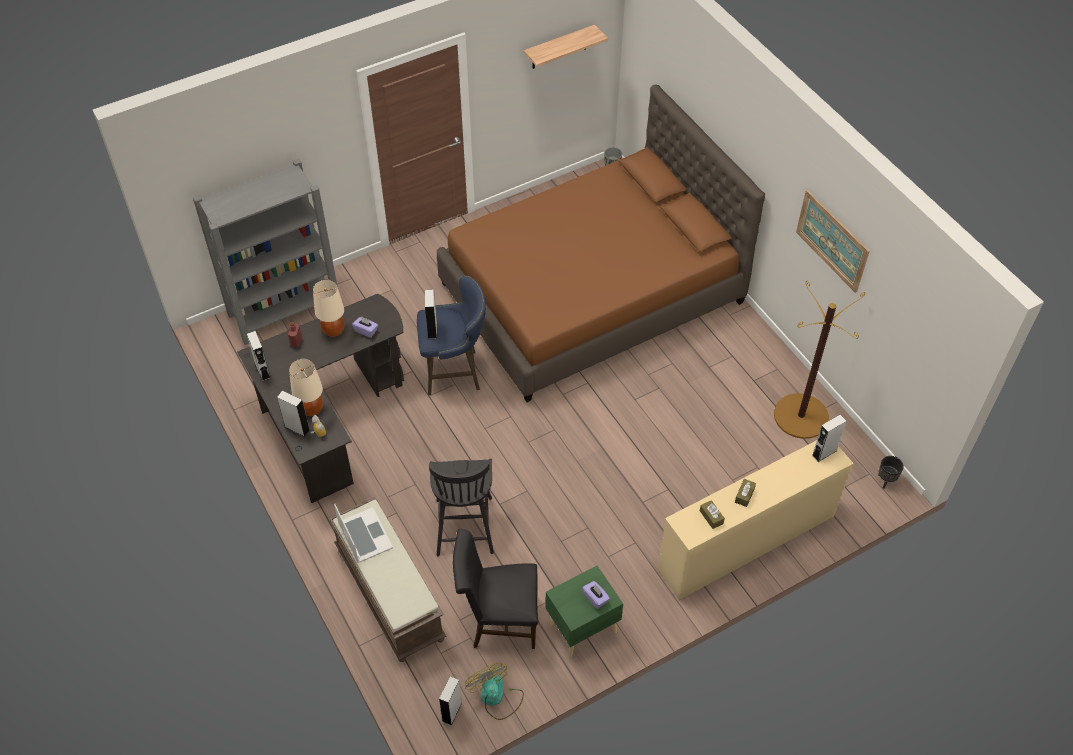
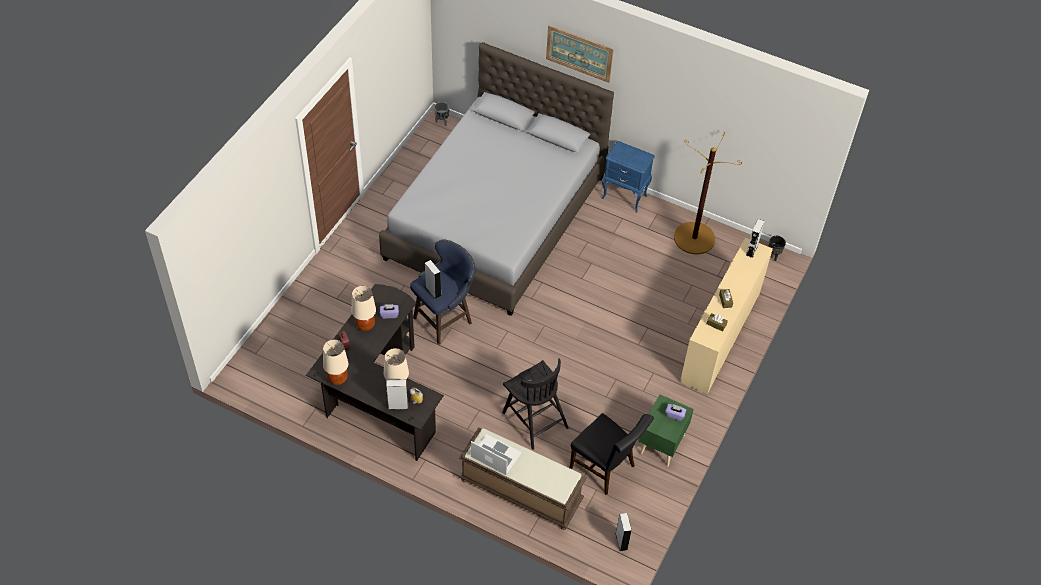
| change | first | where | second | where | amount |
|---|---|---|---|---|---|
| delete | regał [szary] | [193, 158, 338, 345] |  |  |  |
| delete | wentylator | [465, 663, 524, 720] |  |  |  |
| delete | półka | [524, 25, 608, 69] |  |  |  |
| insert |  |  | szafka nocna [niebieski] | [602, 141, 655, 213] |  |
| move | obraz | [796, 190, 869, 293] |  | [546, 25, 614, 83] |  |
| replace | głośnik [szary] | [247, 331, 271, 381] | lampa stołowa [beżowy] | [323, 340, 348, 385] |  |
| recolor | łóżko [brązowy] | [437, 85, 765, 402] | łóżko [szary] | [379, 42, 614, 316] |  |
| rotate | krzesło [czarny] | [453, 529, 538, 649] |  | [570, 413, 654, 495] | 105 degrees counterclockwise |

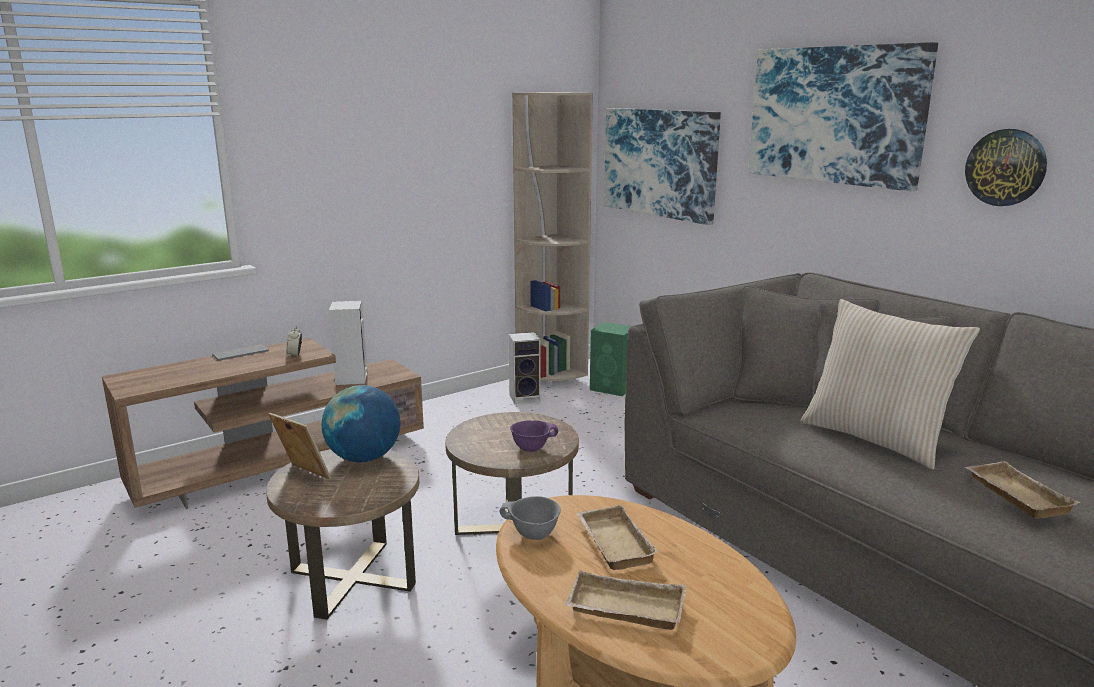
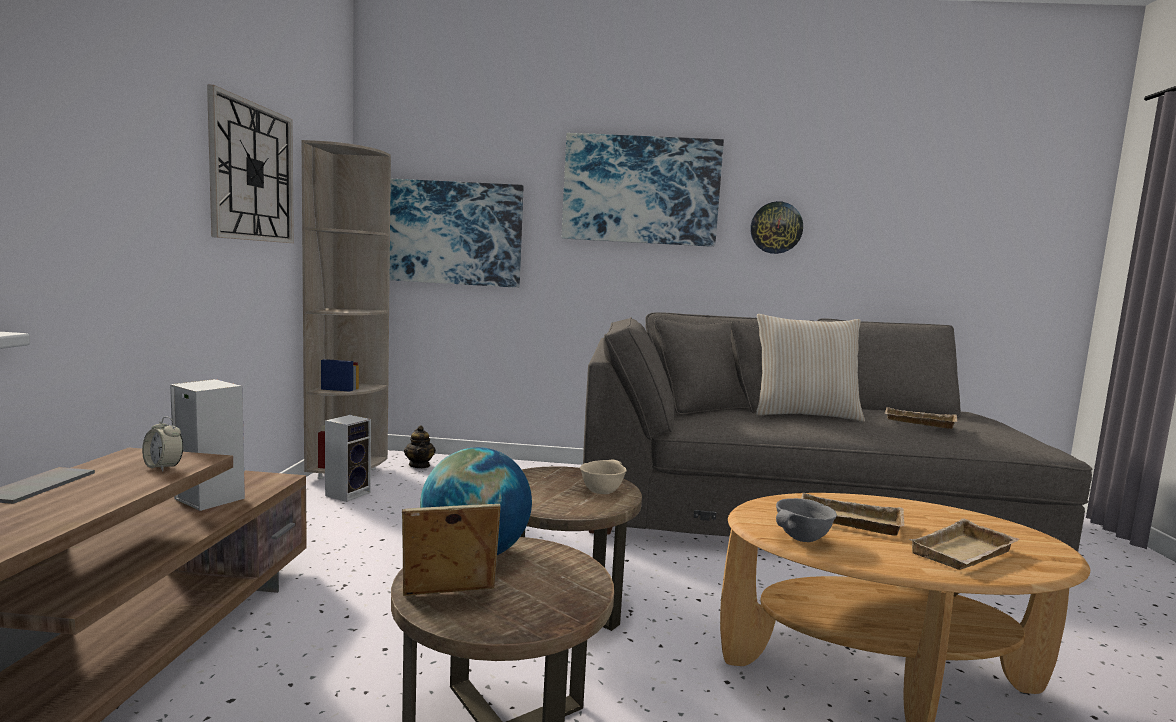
| change | first | where | second | where | amount |
|---|---|---|---|---|---|
| insert |  |  | zegar ścienny | [207, 85, 294, 243] |  |
| replace | głośnik [zielony] | [590, 322, 631, 396] | imbryk | [404, 426, 436, 468] |  |
| recolor | miska [fioletowy] | [510, 420, 558, 452] | miska [beżowy] | [580, 459, 627, 494] |  |

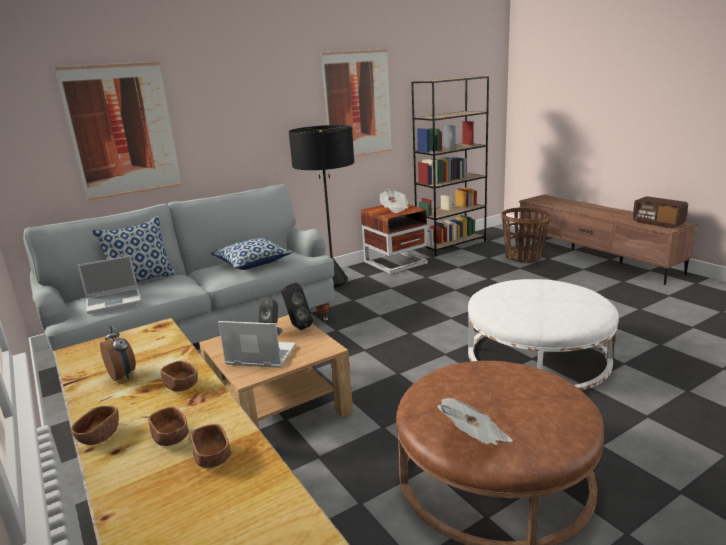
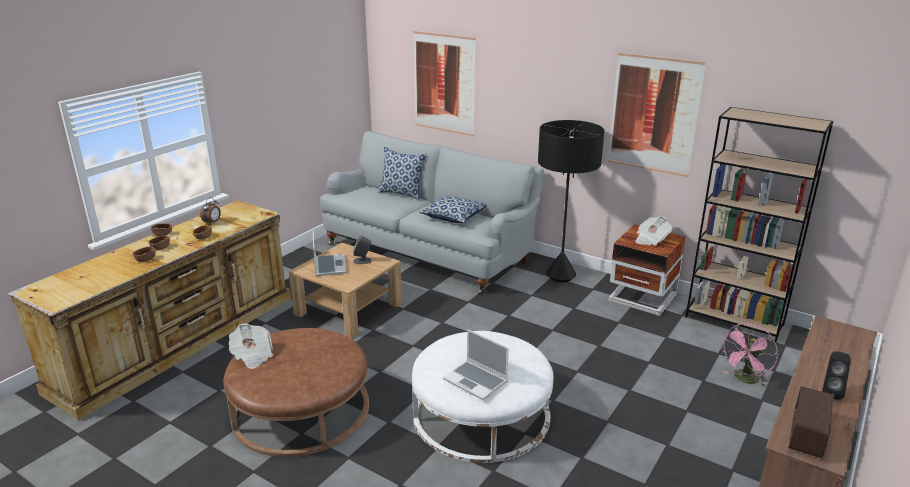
| change | first | where | second | where | amount |
|---|---|---|---|---|---|
| move | laptop | [77, 255, 141, 314] |  | [443, 329, 509, 400] |  |
| move | głośnik [czarny] | [281, 283, 313, 330] |  | [822, 351, 851, 400] |  |
| replace | koszyk | [501, 207, 551, 263] | wentylator [różowy] | [720, 323, 778, 387] |  |

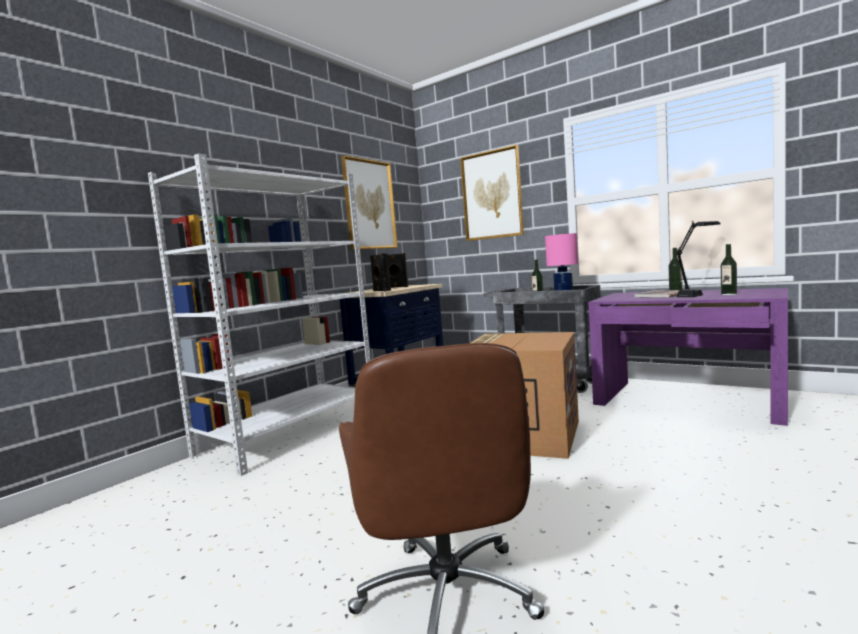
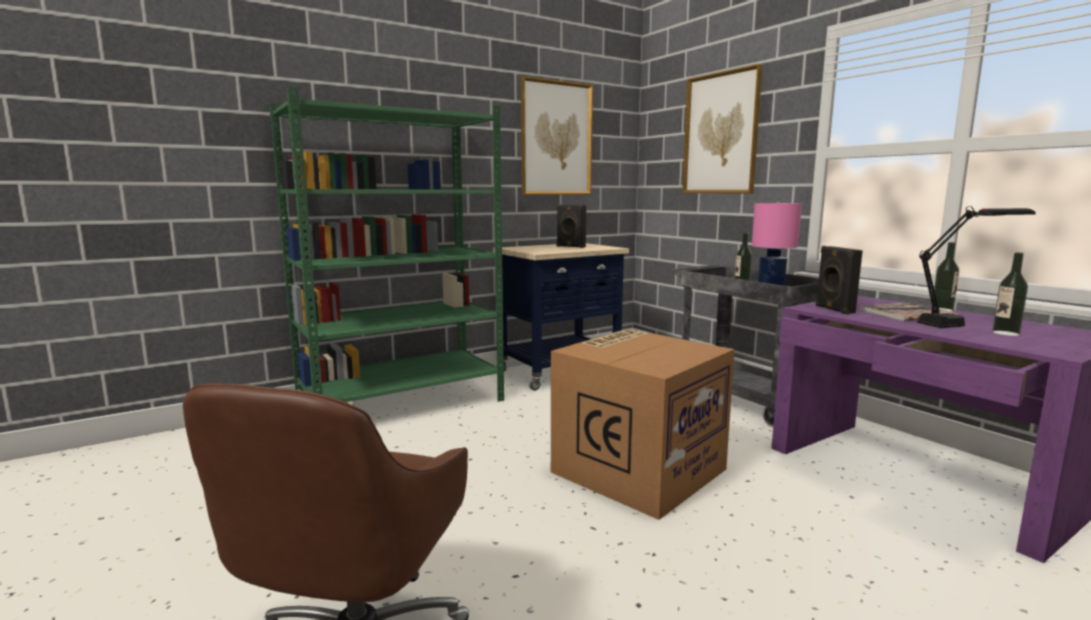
| change | first | where | second | where | amount |
|---|---|---|---|---|---|
| move | głośnik [czarny] | [370, 253, 391, 291] |  | [816, 246, 863, 314] |  |
| recolor | regał [biały] | [148, 154, 371, 476] | regał [zielony] | [269, 87, 504, 402] |  |

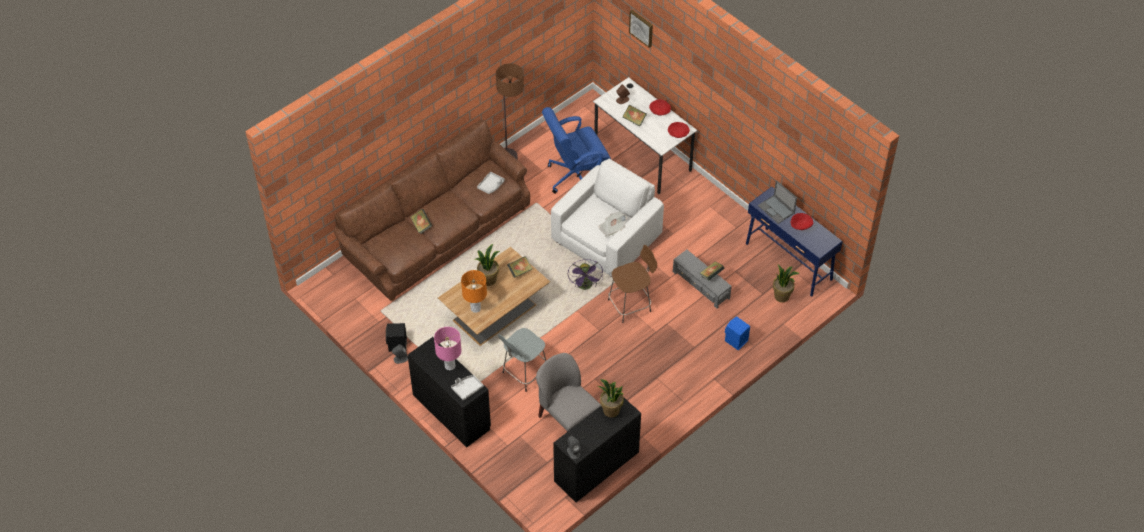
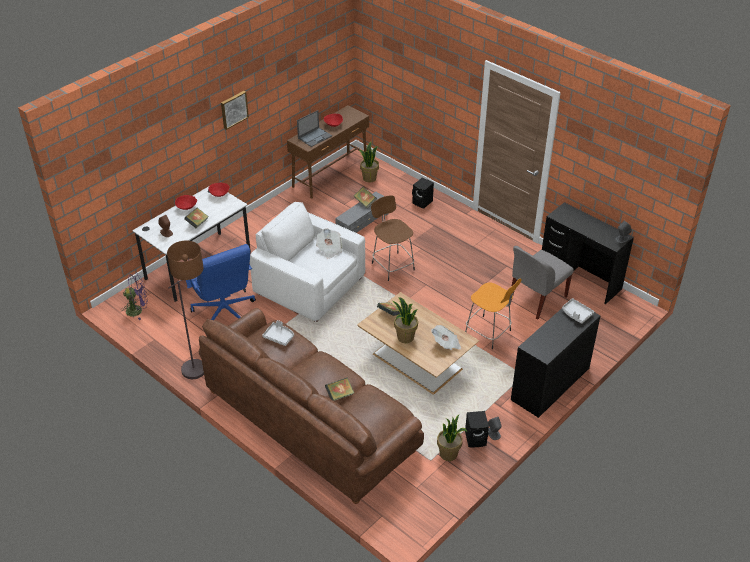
| change | first | where | second | where | amount |
|---|---|---|---|---|---|
| delete | lampa stołowa [różowy] | [434, 327, 462, 370] |  |  |  |
| move | wentylator [fioletowy] | [568, 259, 603, 290] |  | [121, 273, 148, 320] |  |
| move | roślina doniczkowa | [598, 379, 624, 418] |  | [437, 415, 467, 461] |  |
| move | obraz | [629, 10, 653, 48] |  | [221, 91, 249, 130] |  |
| replace | lampa stołowa [pomarańczowy] | [461, 270, 487, 313] | gazeta | [431, 325, 461, 350] |  |
| recolor | stołek [szary] | [498, 328, 546, 392] | stołek [pomarańczowy] | [465, 278, 521, 349] |  |
| recolor | głośnik [niebieski] | [725, 316, 750, 350] | głośnik [czarny] | [412, 178, 434, 209] |  |
| recolor | stolik konsolowy [niebieski] | [746, 187, 843, 296] | stolik konsolowy [brązowy] | [287, 105, 369, 199] |  |

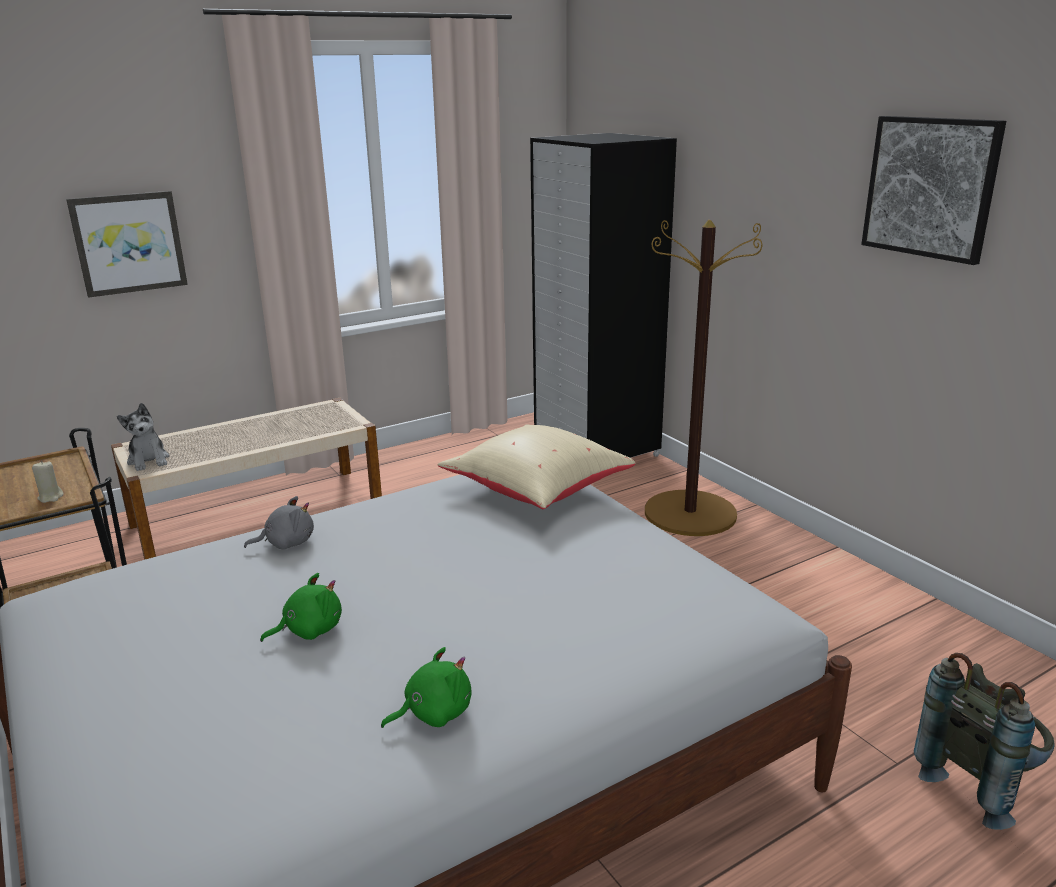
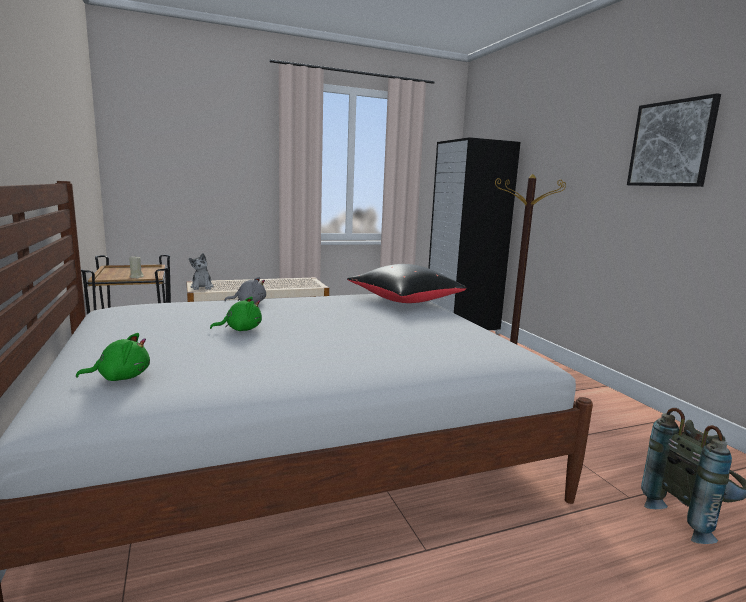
| change | first | where | second | where | amount |
|---|---|---|---|---|---|
| delete | obraz | [66, 191, 188, 298] |  |  |  |
| move | pluszak [zielony] | [381, 647, 472, 728] |  | [76, 333, 150, 381] |  |
| recolor | poduszka [beżowy] | [437, 424, 636, 509] | poduszka [czarny] | [347, 264, 466, 303] |  |

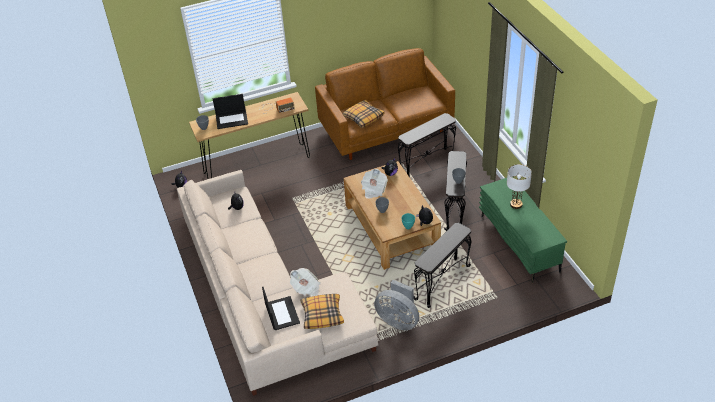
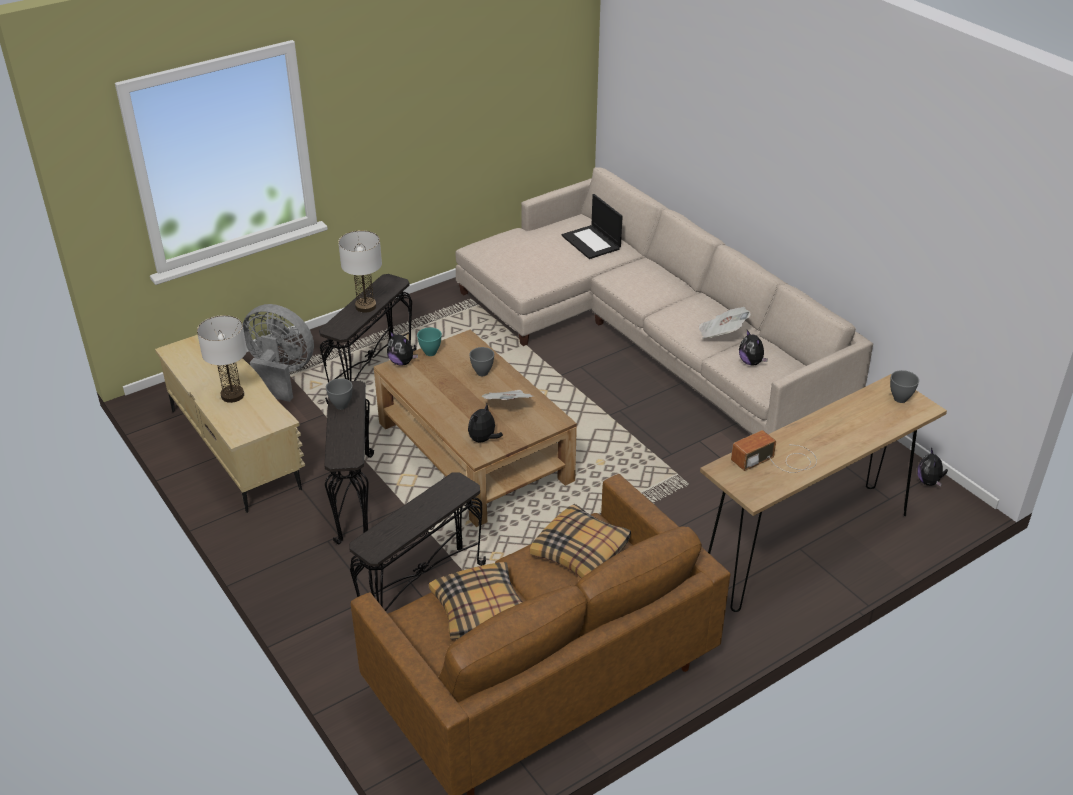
| change | first | where | second | where | amount |
|---|---|---|---|---|---|
| delete | laptop | [213, 94, 248, 129] |  |  |  |
| insert |  |  | lampa stołowa | [338, 230, 382, 313] |  |
| move | gazeta | [290, 268, 321, 296] |  | [699, 307, 751, 339] |  |
| move | poduszka | [300, 294, 344, 329] |  | [429, 562, 523, 639] |  |
| move | wentylator [szary] | [374, 280, 419, 330] |  | [243, 304, 314, 402] |  |
| recolor | szafka pod telewizor [zielony] | [479, 177, 567, 283] | szafka pod telewizor [beżowy] | [155, 335, 305, 513] |  |

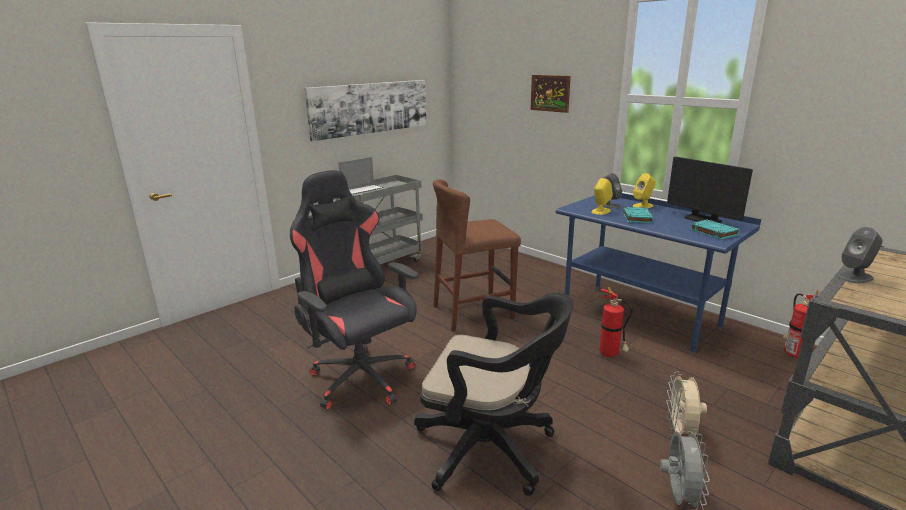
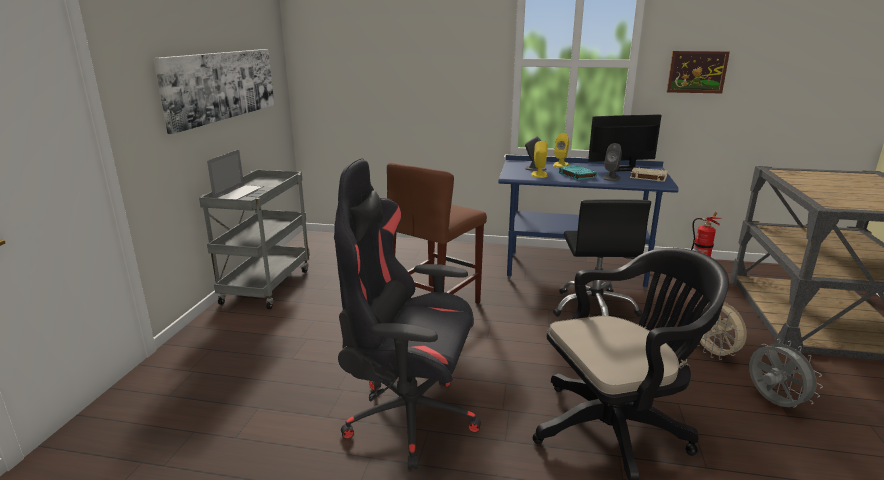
| change | first | where | second | where | amount |
|---|---|---|---|---|---|
| move | obraz | [530, 75, 571, 113] |  | [667, 51, 730, 93] |  |
| move | głośnik [szary] | [837, 227, 883, 283] |  | [603, 143, 622, 181] |  |
| replace | gaśnica | [600, 287, 633, 357] | krzesło biurowe [czarny] | [553, 199, 651, 317] |  |
| recolor | książka [turkusowy] | [690, 220, 740, 240] | książka [beżowy] | [630, 167, 668, 182] |  |
| rotate | monitor | [667, 157, 753, 223] |  | [588, 114, 661, 172] | 150 degrees clockwise |

